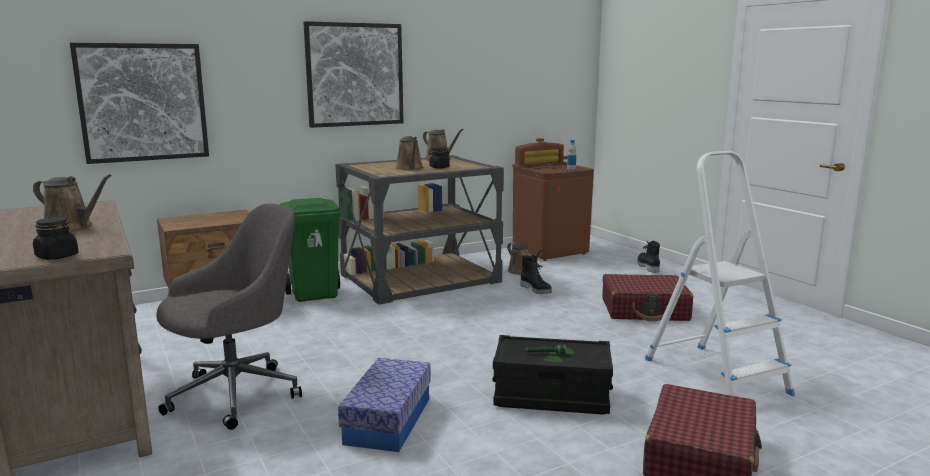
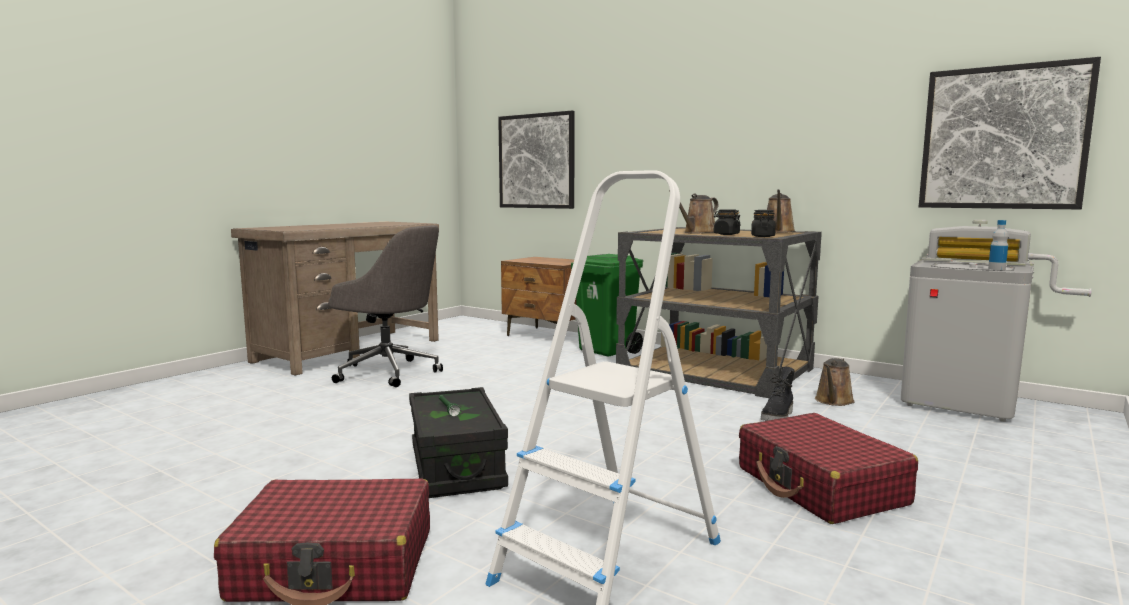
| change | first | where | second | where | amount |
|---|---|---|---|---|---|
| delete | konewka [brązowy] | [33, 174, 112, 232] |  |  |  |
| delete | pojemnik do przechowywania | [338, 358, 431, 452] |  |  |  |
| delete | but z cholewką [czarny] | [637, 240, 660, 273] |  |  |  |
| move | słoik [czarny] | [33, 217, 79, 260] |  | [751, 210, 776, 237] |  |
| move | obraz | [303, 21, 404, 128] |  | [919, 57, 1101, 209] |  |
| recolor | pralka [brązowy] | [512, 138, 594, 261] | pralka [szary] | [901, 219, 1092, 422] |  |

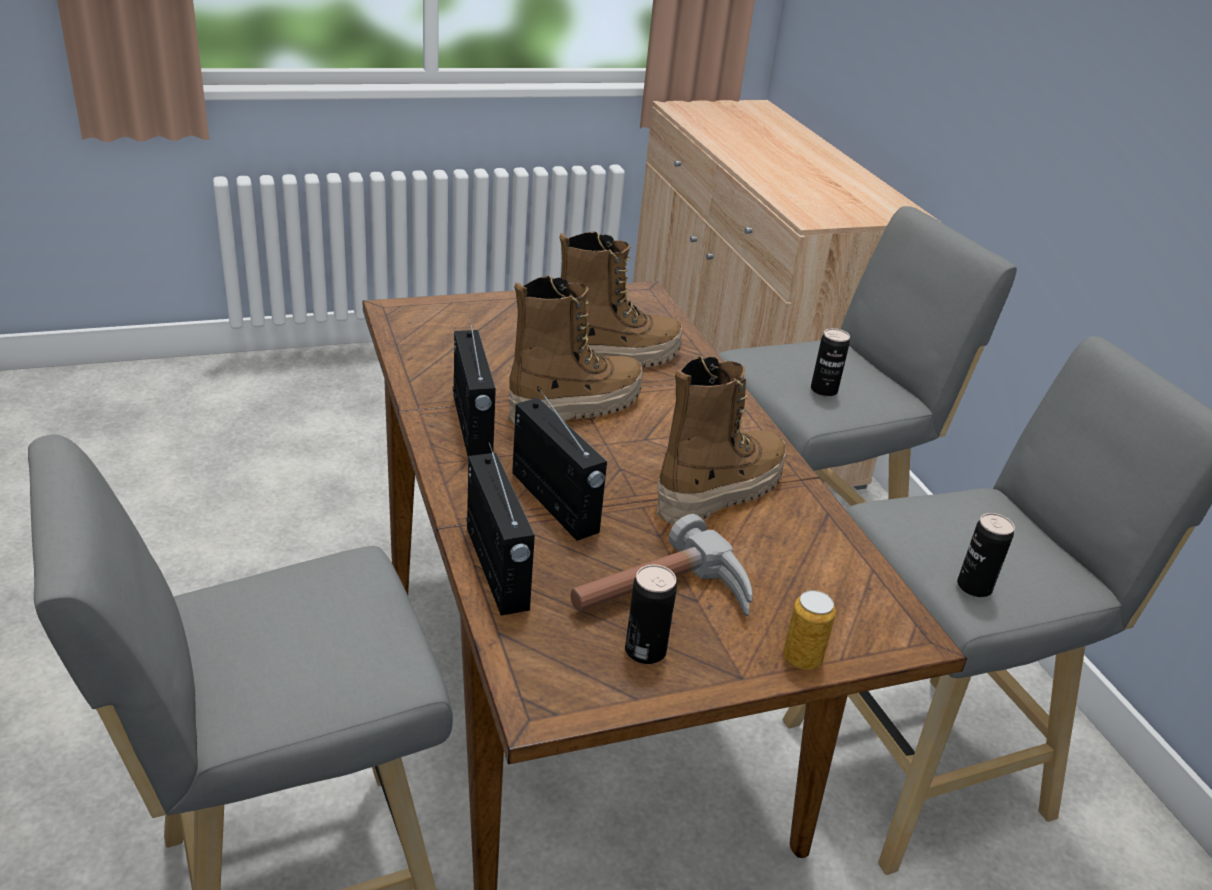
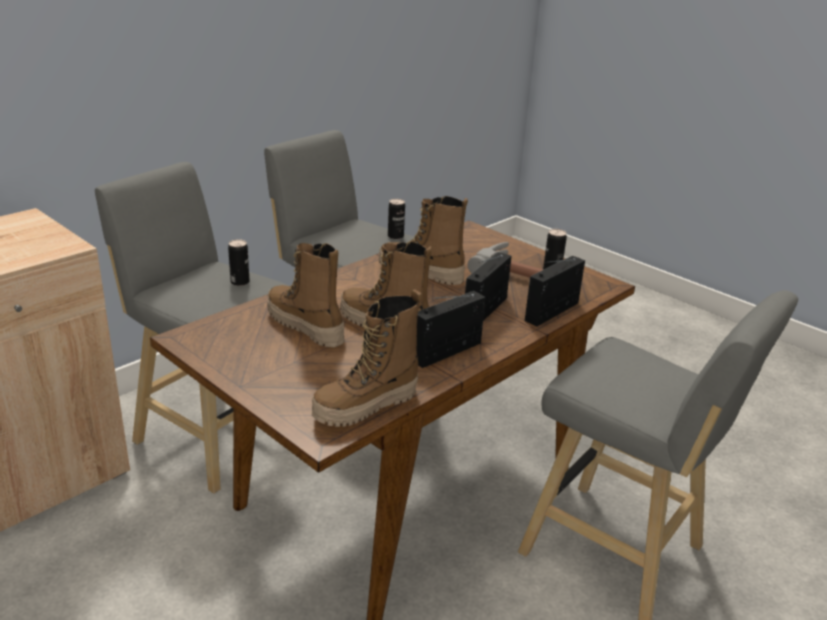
| change | first | where | second | where | amount |
|---|---|---|---|---|---|
| delete | puszka | [783, 590, 836, 670] |  |  |  |
| insert |  |  | but z cholewką | [312, 289, 422, 427] |  |

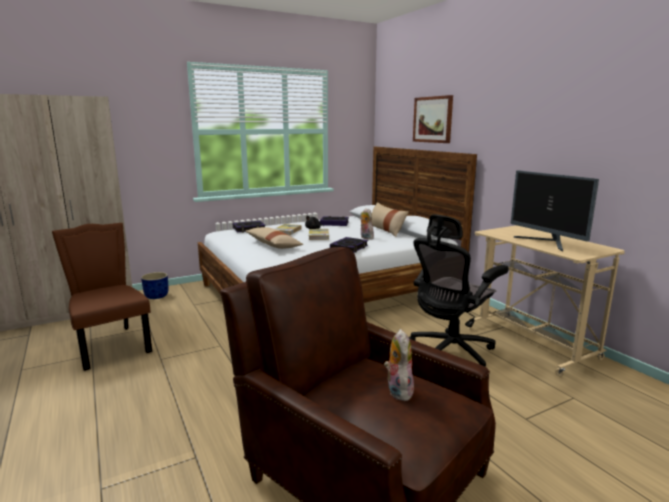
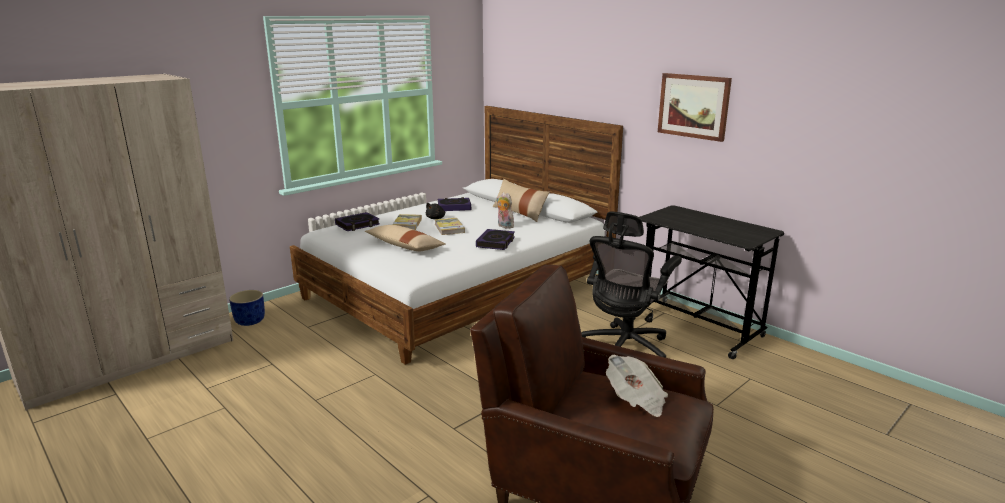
| change | first | where | second | where | amount |
|---|---|---|---|---|---|
| delete | krzesło [brązowy] | [52, 223, 152, 371] |  |  |  |
| delete | monitor | [511, 170, 599, 252] |  |  |  |
| move | obraz | [413, 95, 453, 143] |  | [658, 73, 732, 142] |  |
| replace | pluszak | [384, 329, 414, 401] | gazeta | [606, 355, 668, 417] |  |
| recolor | biurko [beżowy] | [467, 226, 625, 376] | biurko [czarny] | [633, 205, 784, 359] |  |

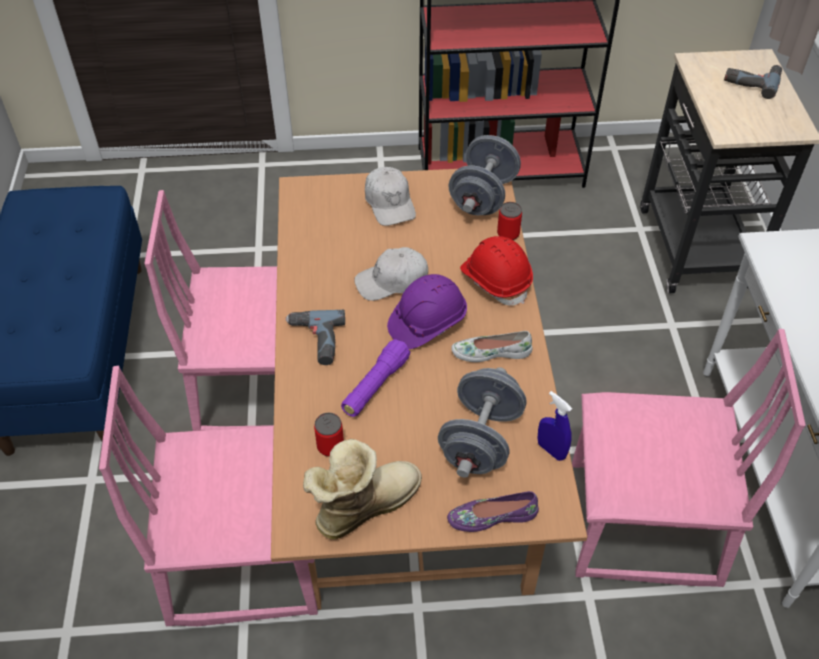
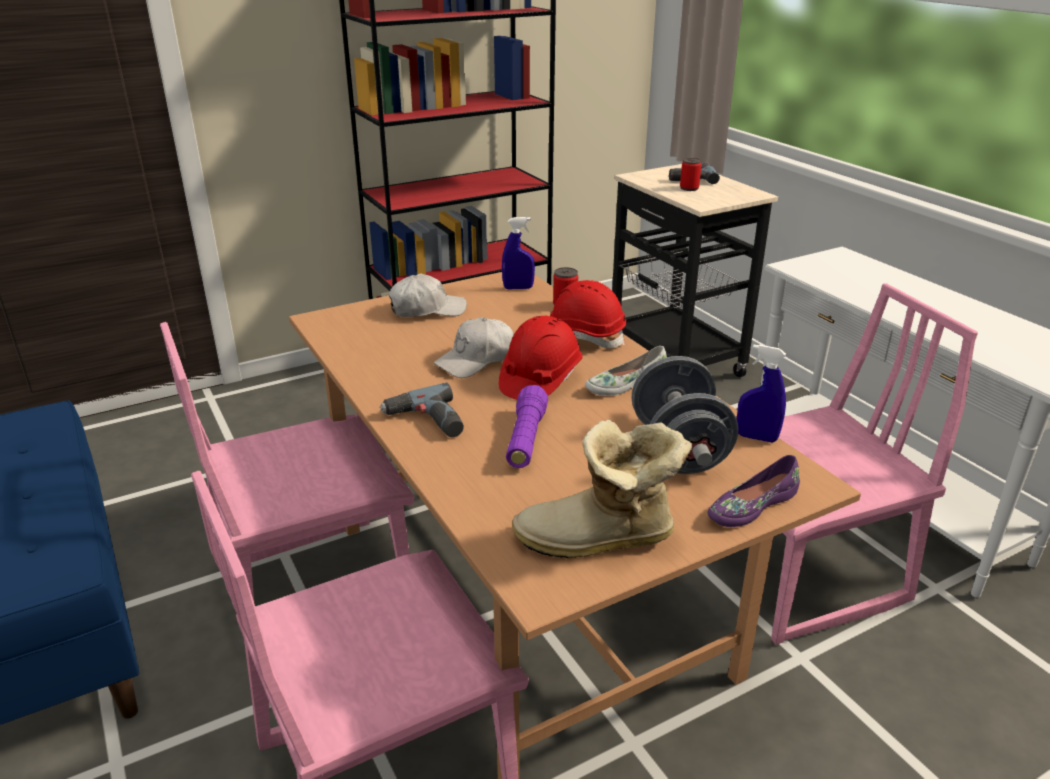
| change | first | where | second | where | amount |
|---|---|---|---|---|---|
| move | puszka | [314, 413, 344, 457] |  | [680, 158, 701, 191] |  |
| replace | hantel [szary] | [449, 135, 521, 215] | spryskiwacz [niebieski] | [502, 217, 535, 289] |  |
| recolor | kask [fioletowy] | [387, 274, 467, 349] | kask [czerwony] | [499, 316, 583, 400] |  |
| rotate | but z cholewką | [303, 439, 422, 539] |  | [512, 420, 692, 558] | 120 degrees counterclockwise |
| rotate | czapka z daszkiem [biały] | [365, 167, 416, 226] |  | [389, 274, 467, 317] | 60 degrees counterclockwise |

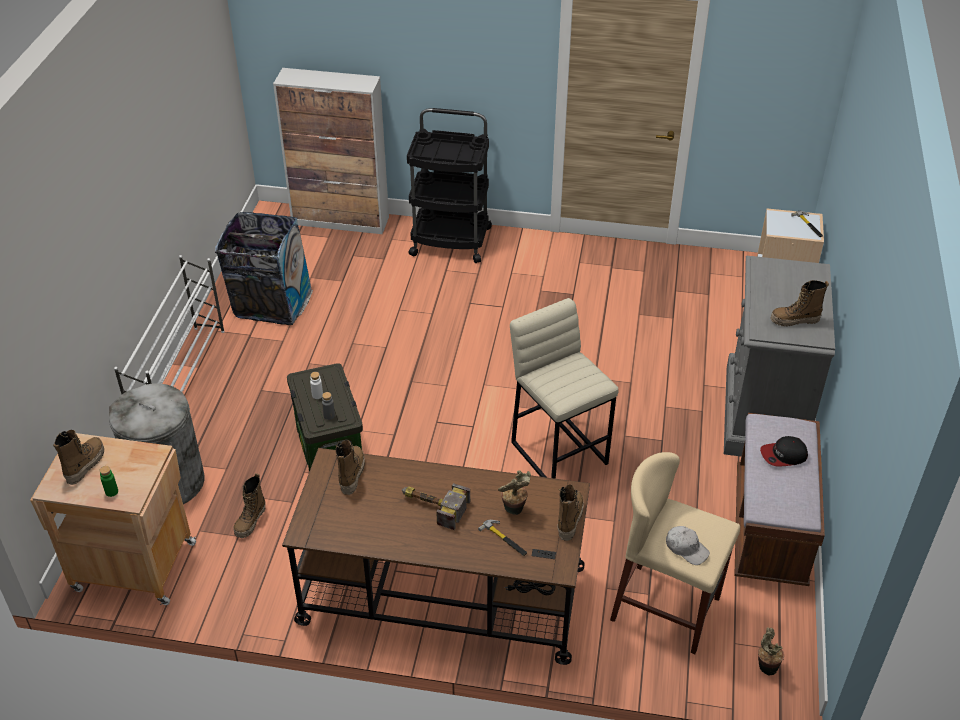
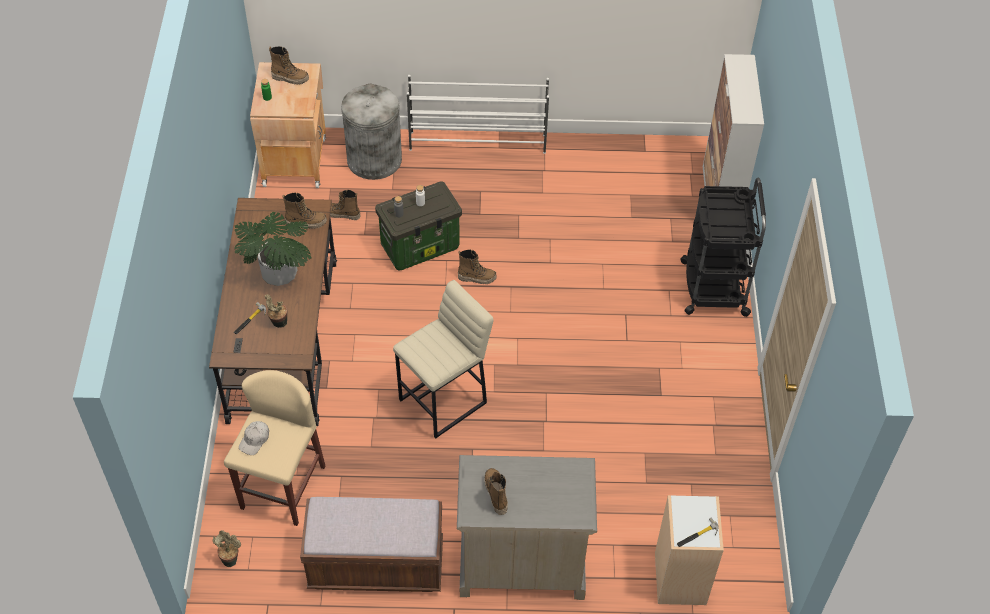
| change | first | where | second | where | amount |
|---|---|---|---|---|---|
| delete | kosz na śmieci | [215, 212, 313, 325] |  |  |  |
| delete | czapka z daszkiem | [760, 436, 808, 467] |  |  |  |
| move | but z cholewką | [558, 485, 584, 541] |  | [458, 250, 496, 284] |  |
| replace | młotek | [402, 483, 470, 530] | roślina doniczkowa | [234, 212, 311, 286] |  |

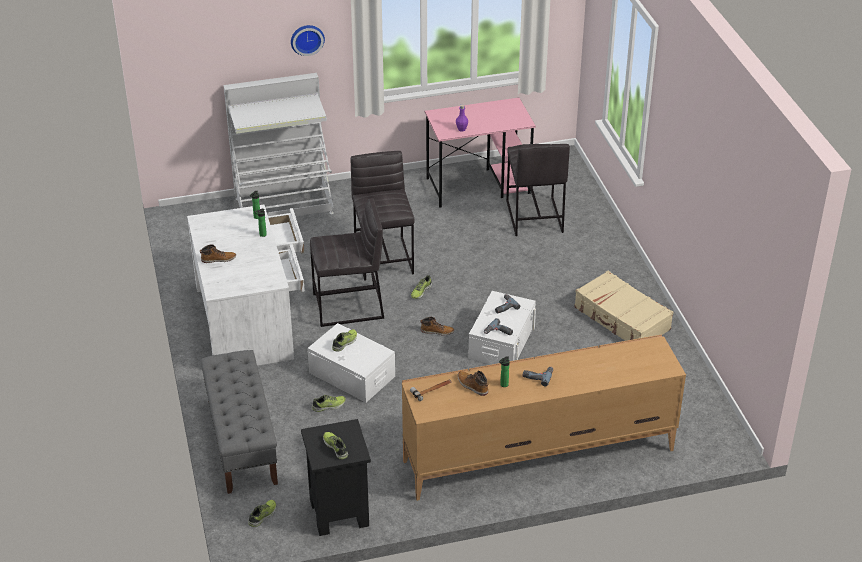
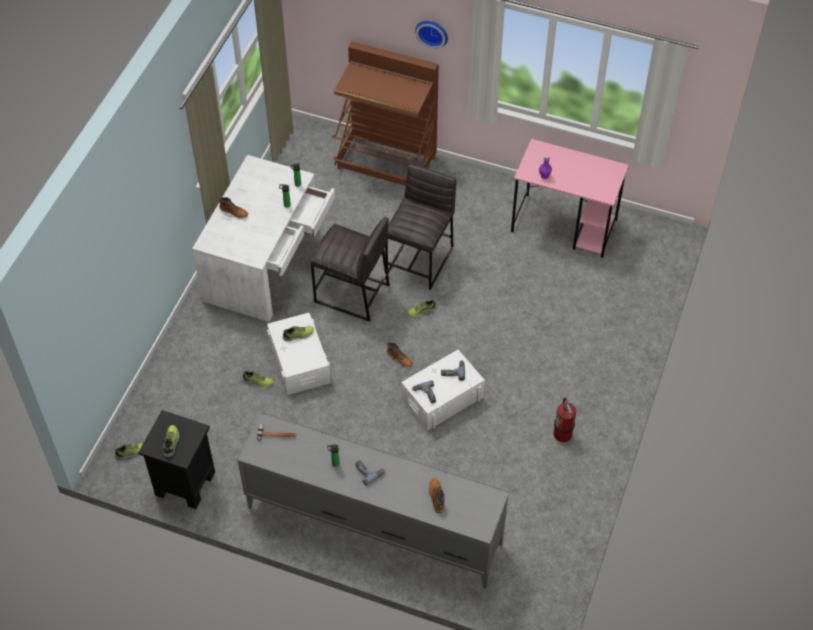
| change | first | where | second | where | amount |
|---|---|---|---|---|---|
| delete | ławka [szary] | [200, 350, 278, 494] |  |  |  |
| delete | stołek [szary] | [506, 144, 570, 236] |  |  |  |
| move | but z cholewką | [458, 371, 488, 396] |  | [428, 478, 445, 513] |  |
| replace | walizka [beżowy] | [574, 271, 674, 341] | gaśnica | [553, 398, 576, 442] |  |
| recolor | regał na buty [biały] | [223, 73, 334, 216] | regał na buty [brązowy] | [332, 41, 439, 186] |  |
| recolor | szafka [brązowy] | [402, 334, 686, 501] | szafka [szary] | [238, 412, 509, 589] |  |

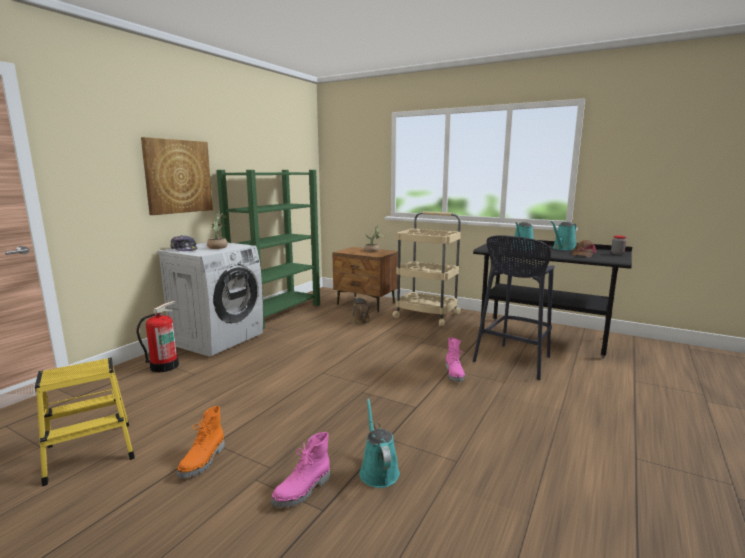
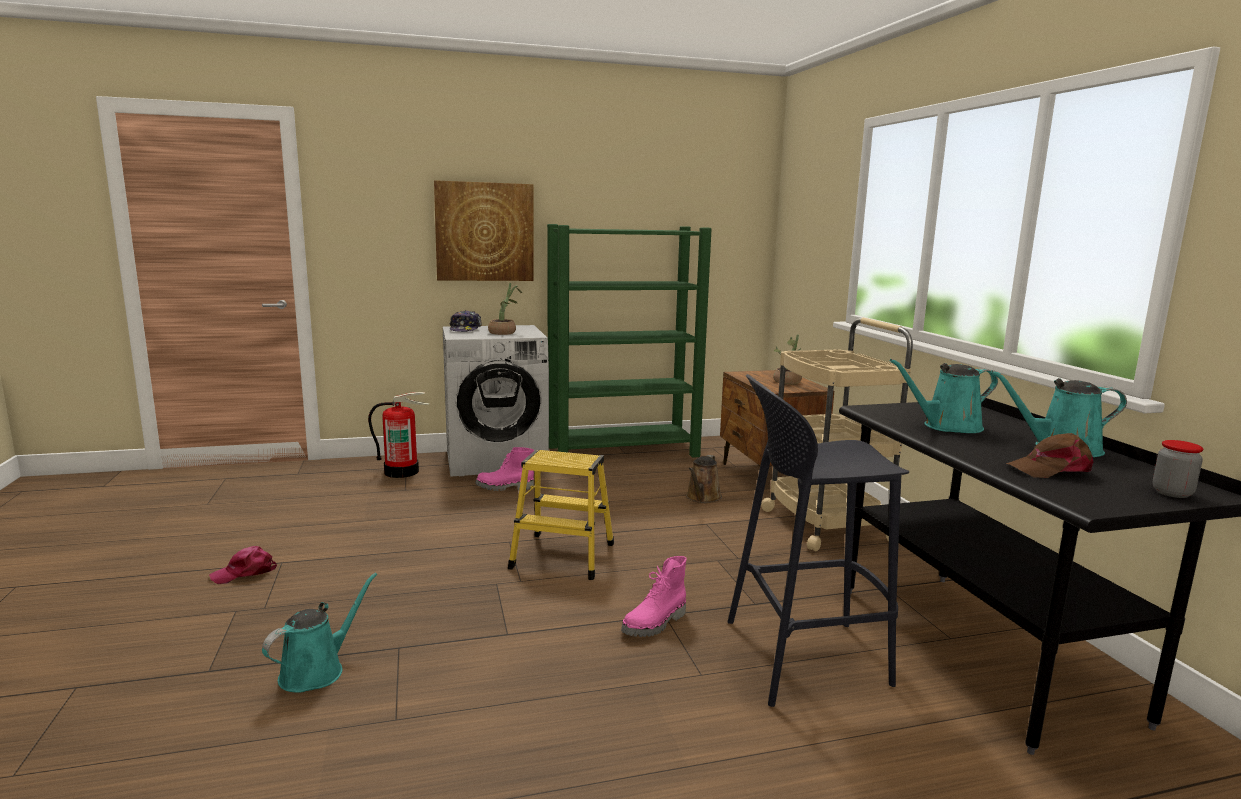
| change | first | where | second | where | amount |
|---|---|---|---|---|---|
| move | drabinka [żółty] | [35, 357, 135, 486] |  | [508, 449, 614, 580] |  |
| move | but z cholewką [różowy] | [271, 432, 330, 508] |  | [475, 447, 534, 491] |  |
| replace | but z cholewką [pomarańczowy] | [177, 406, 225, 478] | czapka z daszkiem [różowy] | [209, 546, 277, 584] |  |

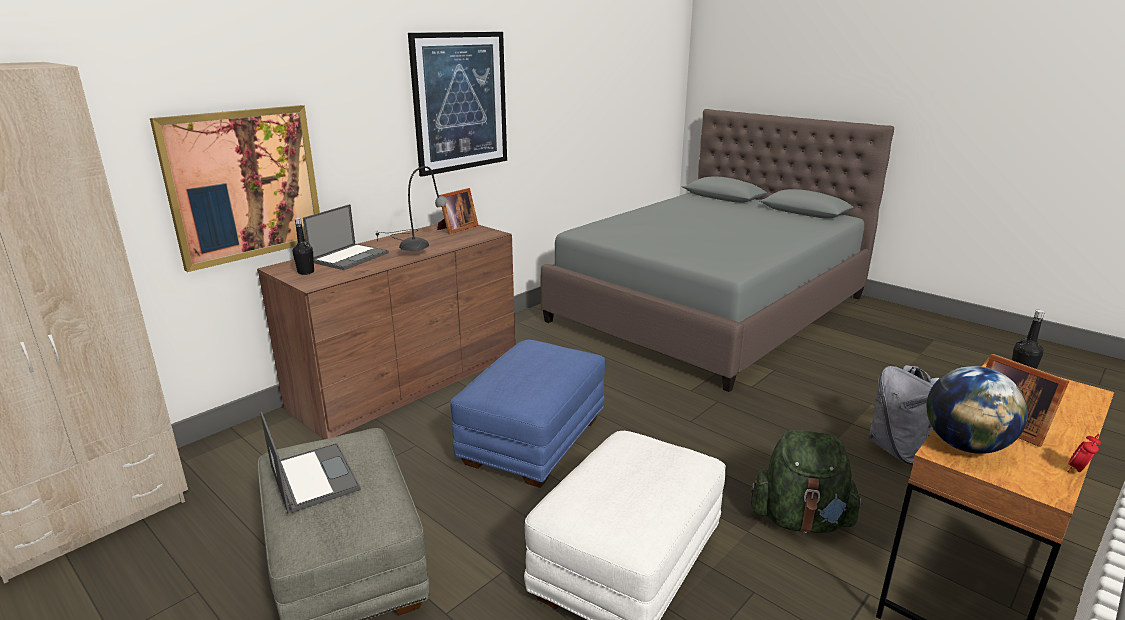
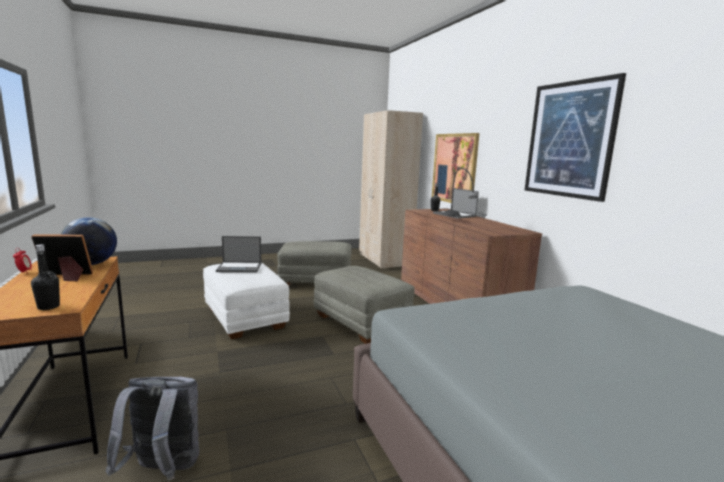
| change | first | where | second | where | amount |
|---|---|---|---|---|---|
| delete | ramka na zdjęcie | [437, 188, 479, 234] |  |  |  |
| delete | plecak [zielony] | [751, 430, 863, 533] |  |  |  |
| move | laptop | [260, 412, 361, 514] |  | [216, 236, 261, 273] |  |
| recolor | pufa [niebieski] | [450, 340, 605, 488] | pufa [szary] | [313, 266, 414, 344] |  |

